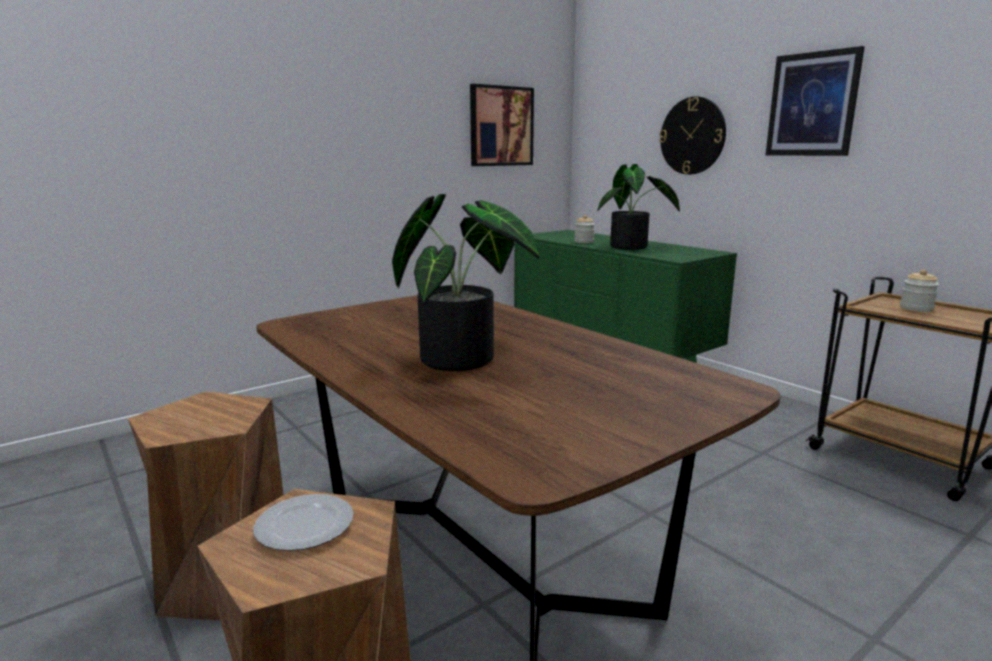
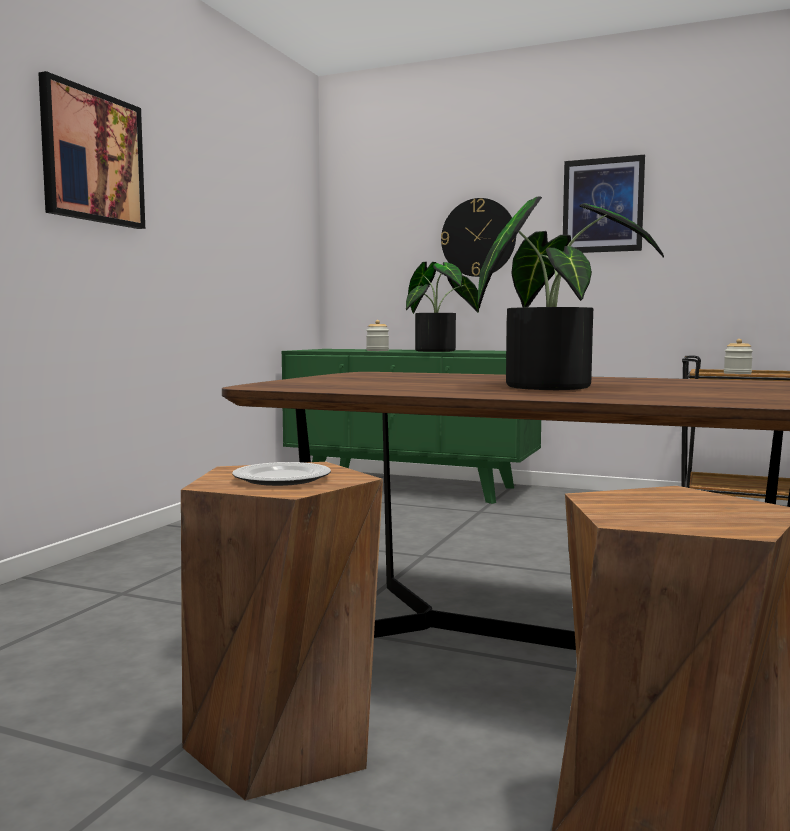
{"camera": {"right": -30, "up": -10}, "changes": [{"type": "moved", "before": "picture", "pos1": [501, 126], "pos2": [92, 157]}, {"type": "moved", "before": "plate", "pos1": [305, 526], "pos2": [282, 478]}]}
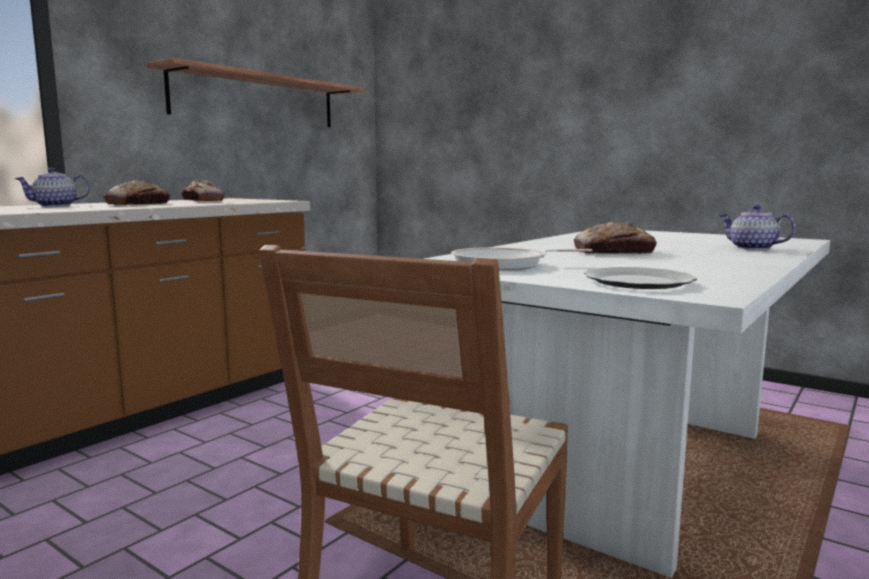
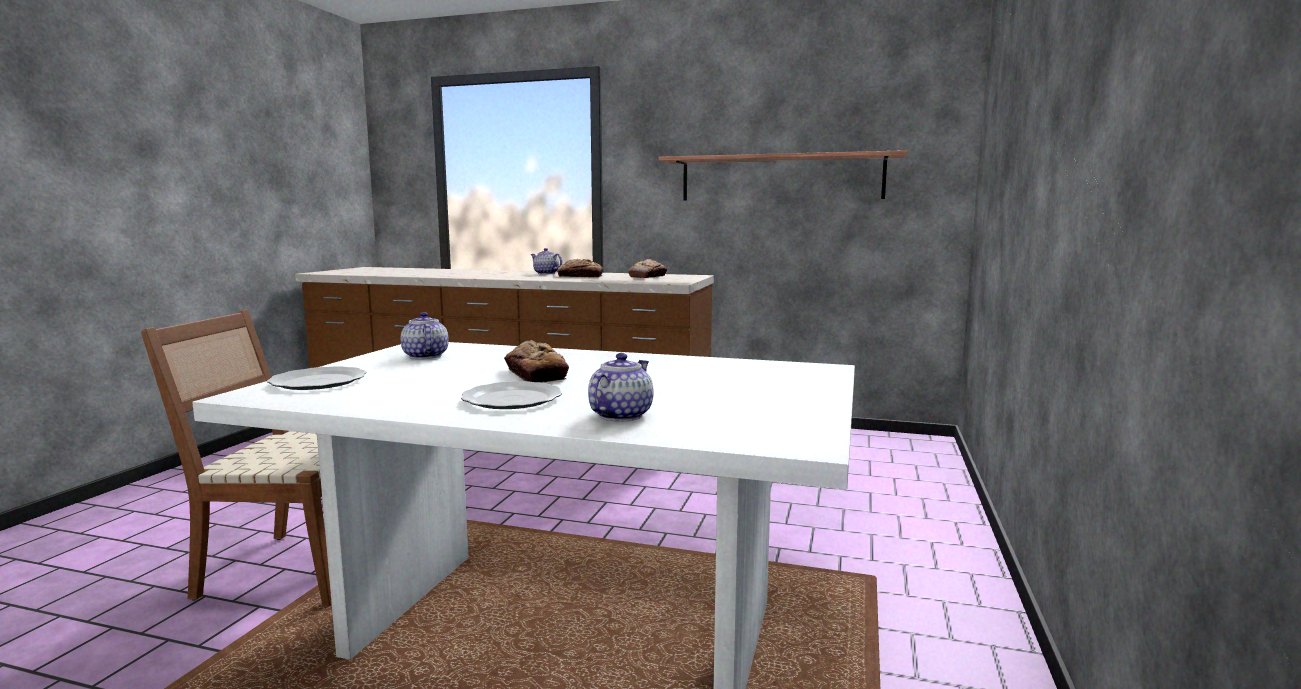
{"camera": {"right": 70, "up": 0}, "changes": [{"type": "replaced", "before": "frying pan", "after": "teapot", "pos1": [504, 264], "pos2": [424, 356]}, {"type": "added", "after": "plate", "pos2": [513, 399]}]}
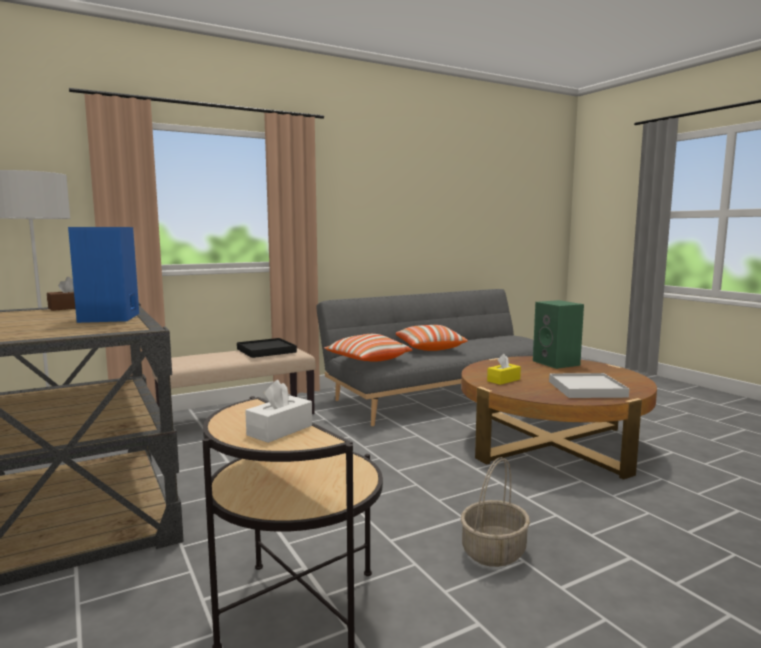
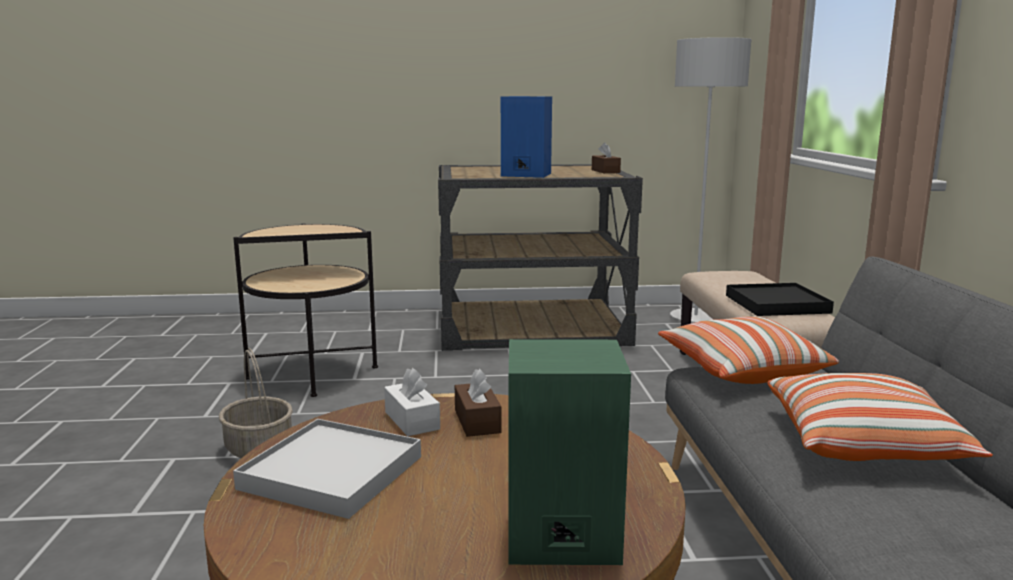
{"camera": {"right": 115, "up": 5}, "changes": [{"type": "moved", "before": "white tissue box", "pos1": [280, 430], "pos2": [412, 420]}, {"type": "recoloured", "before": "yellow tissue box", "after": "brown tissue box", "pos1": [503, 380], "pos2": [477, 421]}]}
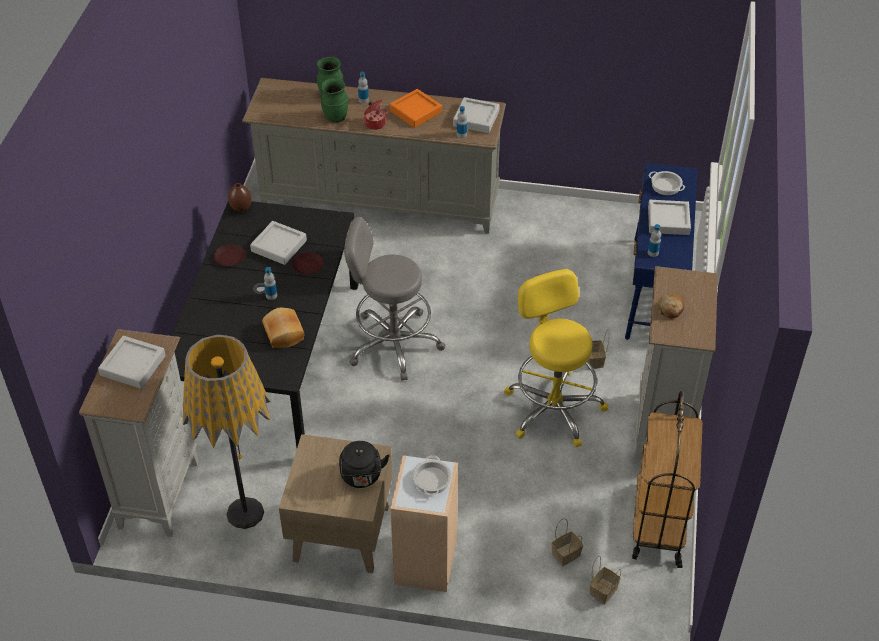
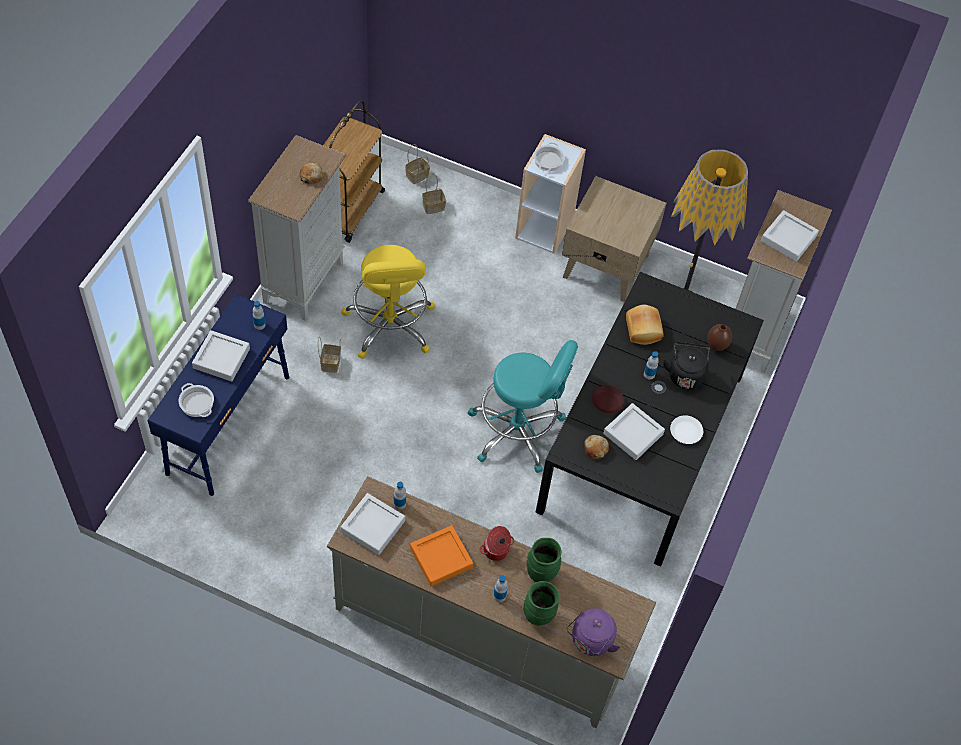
{"camera": {"right": -170, "up": 10}, "changes": [{"type": "recoloured", "before": "grey stool", "after": "turquoise stool", "pos1": [392, 343], "pos2": [518, 431]}, {"type": "added", "after": "purple kettle", "pos2": [590, 641]}, {"type": "added", "after": "bread", "pos2": [595, 449]}, {"type": "moved", "before": "black kettle", "pos1": [361, 477], "pos2": [685, 374]}, {"type": "recoloured", "before": "brown plate", "after": "white plate", "pos1": [229, 258], "pos2": [686, 431]}, {"type": "moved", "before": "brown vase", "pos1": [240, 208], "pos2": [717, 346]}]}
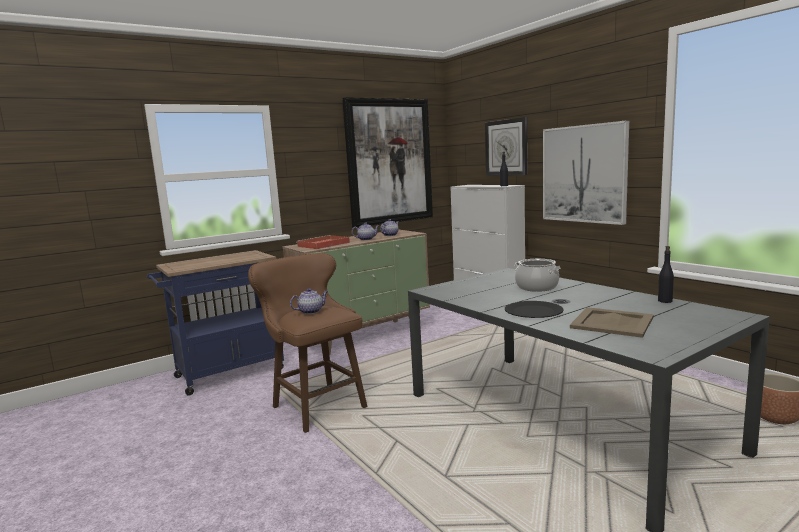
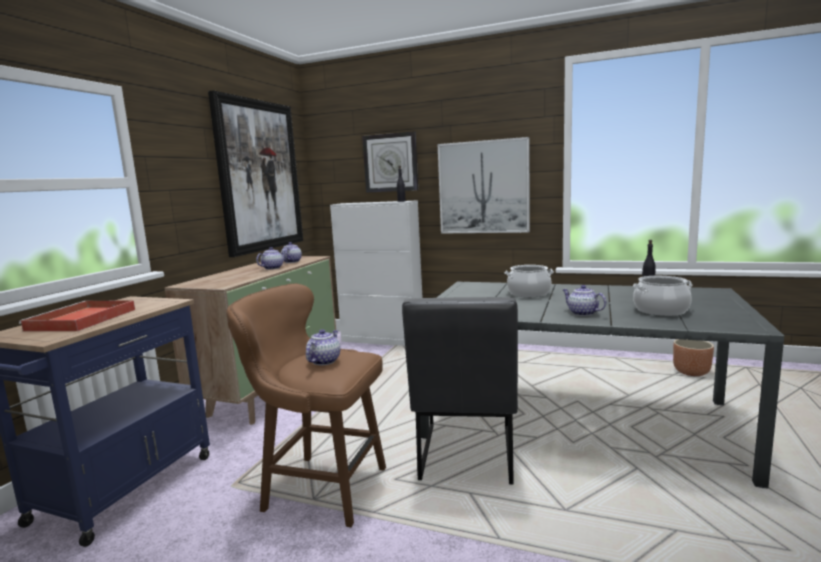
{"camera": {"right": -35, "up": 0}, "changes": [{"type": "moved", "before": "red tray", "pos1": [323, 244], "pos2": [81, 320]}, {"type": "added", "after": "grey chair", "pos2": [465, 454]}, {"type": "replaced", "before": "black plate", "after": "teapot", "pos1": [533, 311], "pos2": [582, 313]}, {"type": "replaced", "before": "beige tray", "after": "cooking pot", "pos1": [611, 322], "pos2": [661, 310]}]}
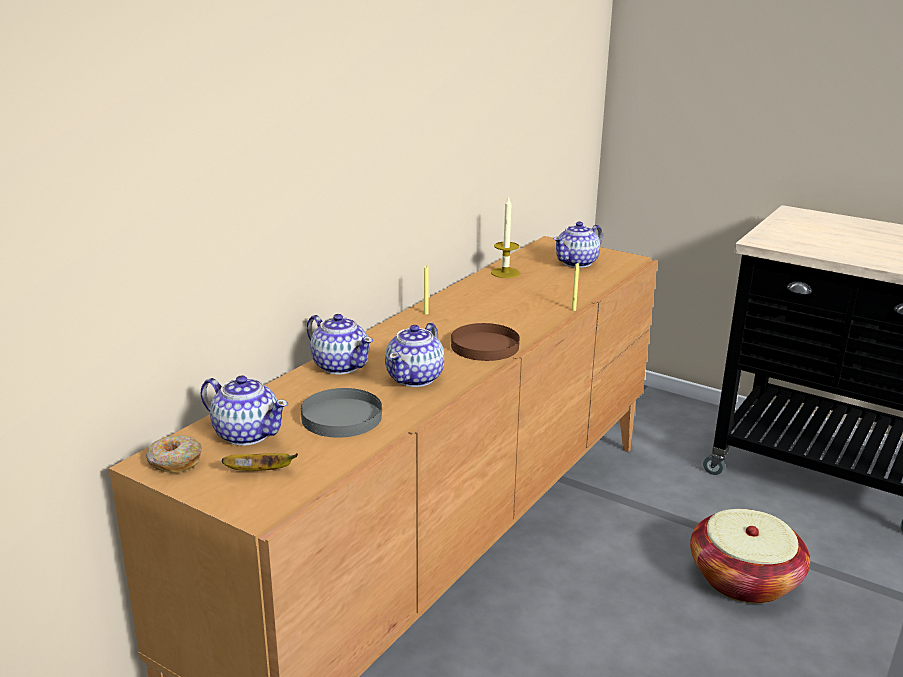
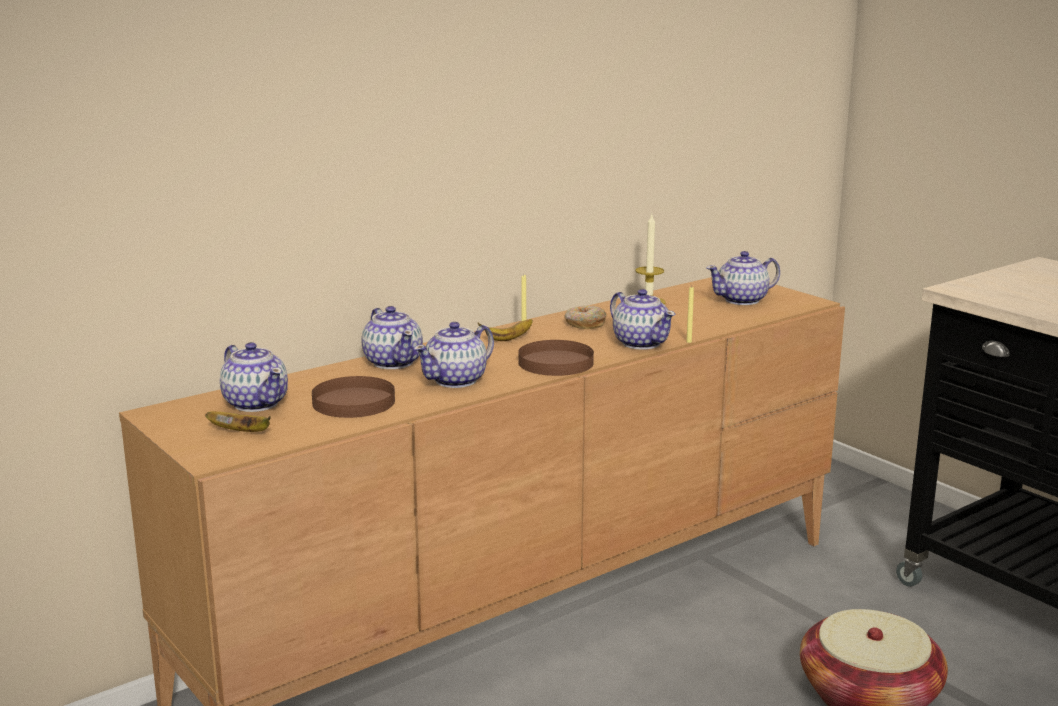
{"camera": {"right": 20, "up": -5}, "changes": [{"type": "recoloured", "before": "grey plate", "after": "brown plate", "pos1": [342, 417], "pos2": [354, 402]}, {"type": "added", "after": "banana", "pos2": [508, 339]}, {"type": "moved", "before": "donut", "pos1": [174, 462], "pos2": [584, 324]}, {"type": "added", "after": "teapot", "pos2": [641, 343]}]}
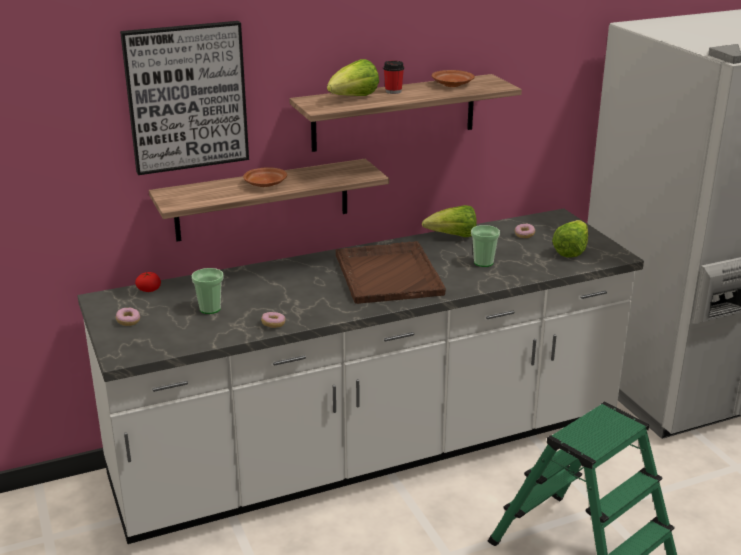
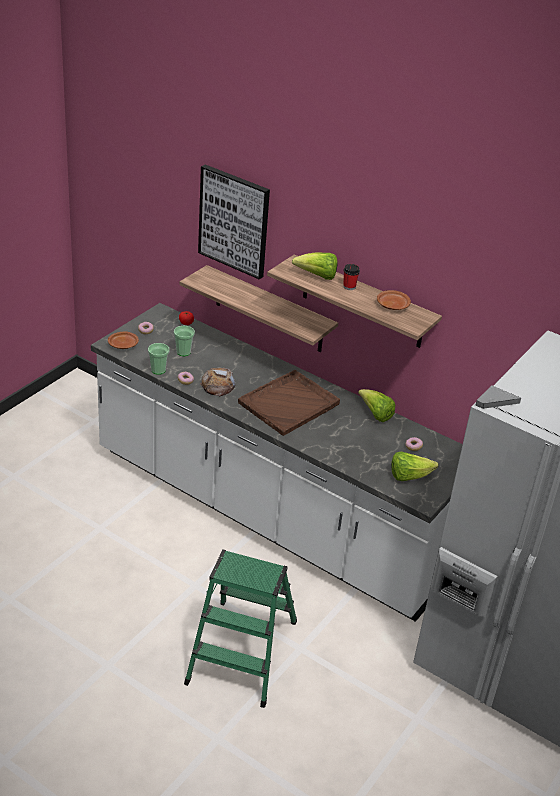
{"camera": {"right": 55, "up": 10}, "changes": [{"type": "moved", "before": "brown plate", "pos1": [265, 184], "pos2": [123, 345]}, {"type": "moved", "before": "cup", "pos1": [483, 262], "pos2": [158, 370]}, {"type": "added", "after": "bread", "pos2": [218, 385]}]}
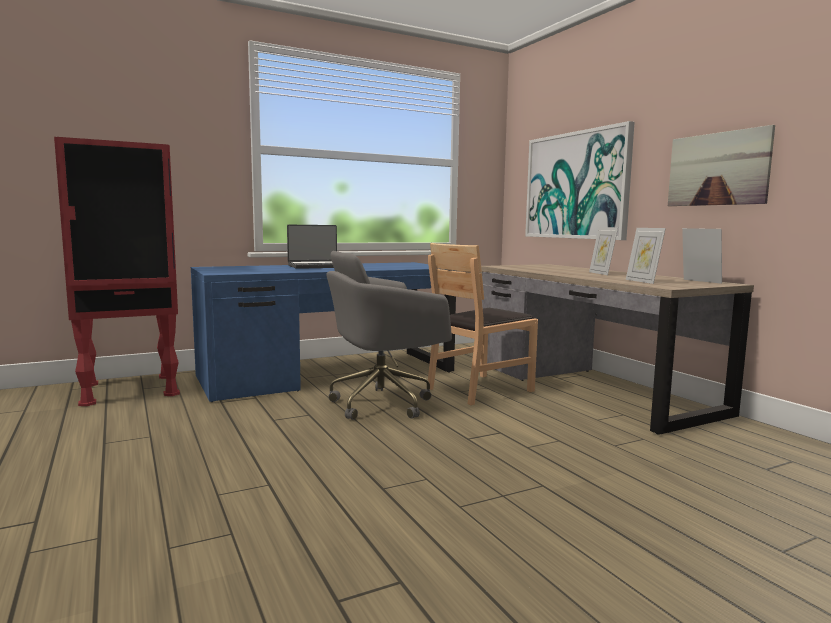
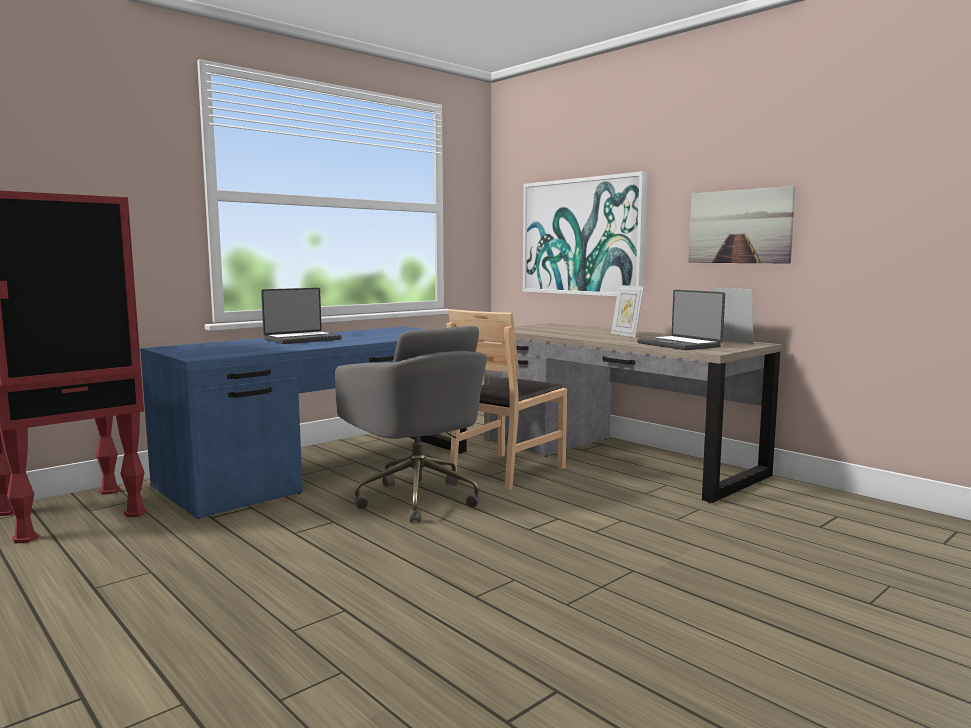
{"camera": {"right": -15, "up": 0}, "changes": [{"type": "turned", "before": "grey office chair", "pos1": [385, 404], "pos2": [414, 499], "turn": -90}, {"type": "replaced", "before": "picture frame", "after": "laptop", "pos1": [642, 281], "pos2": [680, 345]}]}
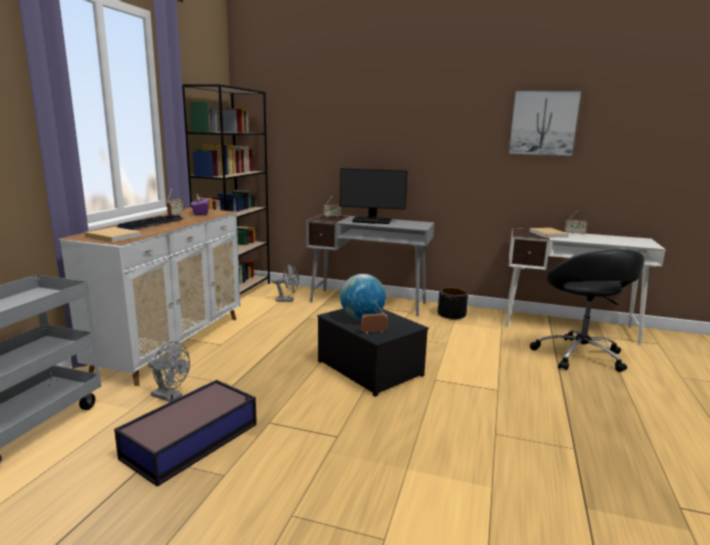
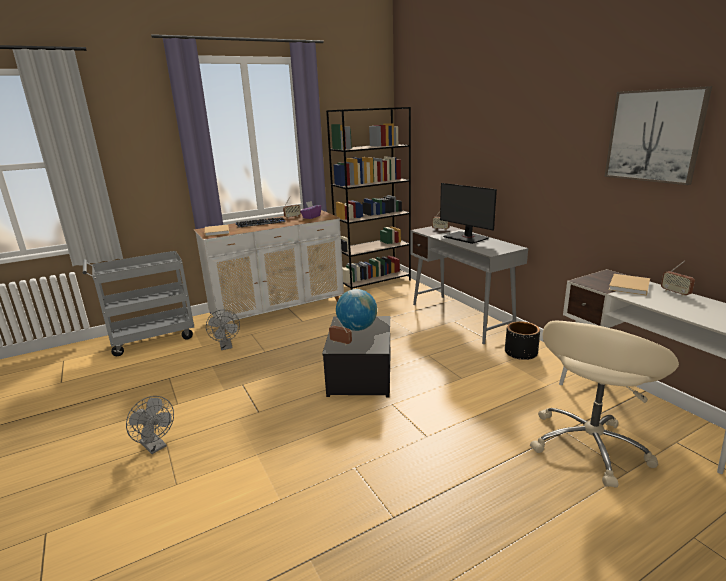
{"camera": {"right": 45, "up": 5}, "changes": [{"type": "moved", "before": "grey fan", "pos1": [288, 300], "pos2": [156, 447]}, {"type": "recoloured", "before": "black office chair", "after": "beige office chair", "pos1": [580, 356], "pos2": [587, 448]}, {"type": "removed", "before": "storage box", "pos1": [193, 440]}]}
